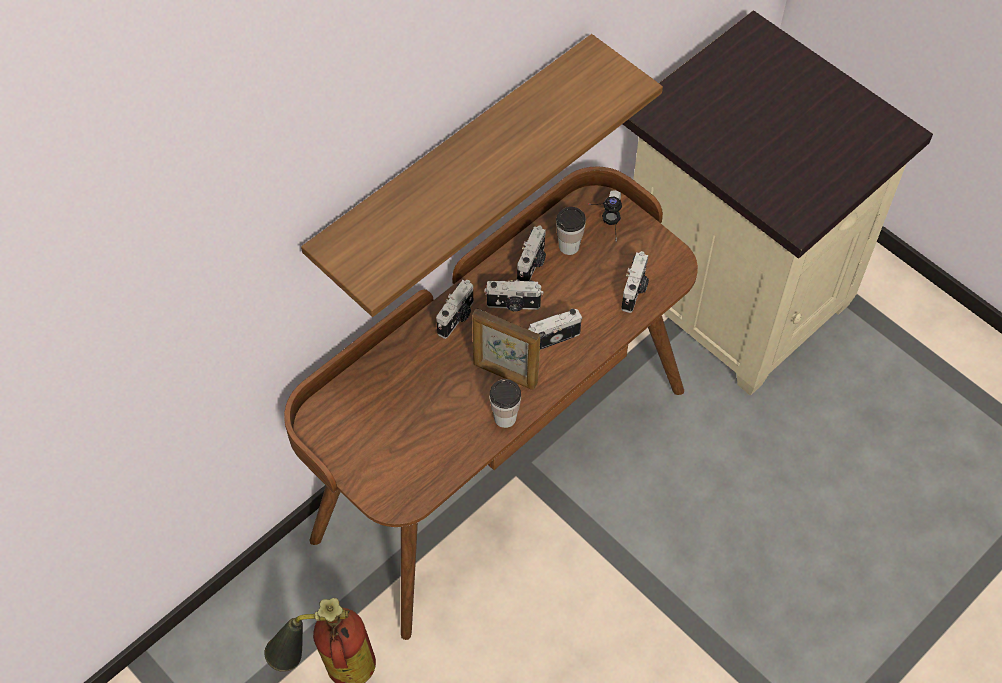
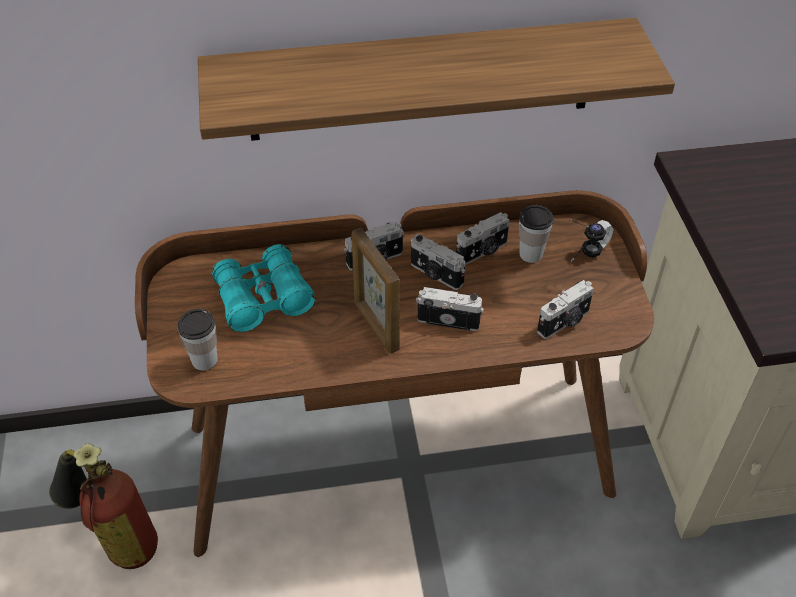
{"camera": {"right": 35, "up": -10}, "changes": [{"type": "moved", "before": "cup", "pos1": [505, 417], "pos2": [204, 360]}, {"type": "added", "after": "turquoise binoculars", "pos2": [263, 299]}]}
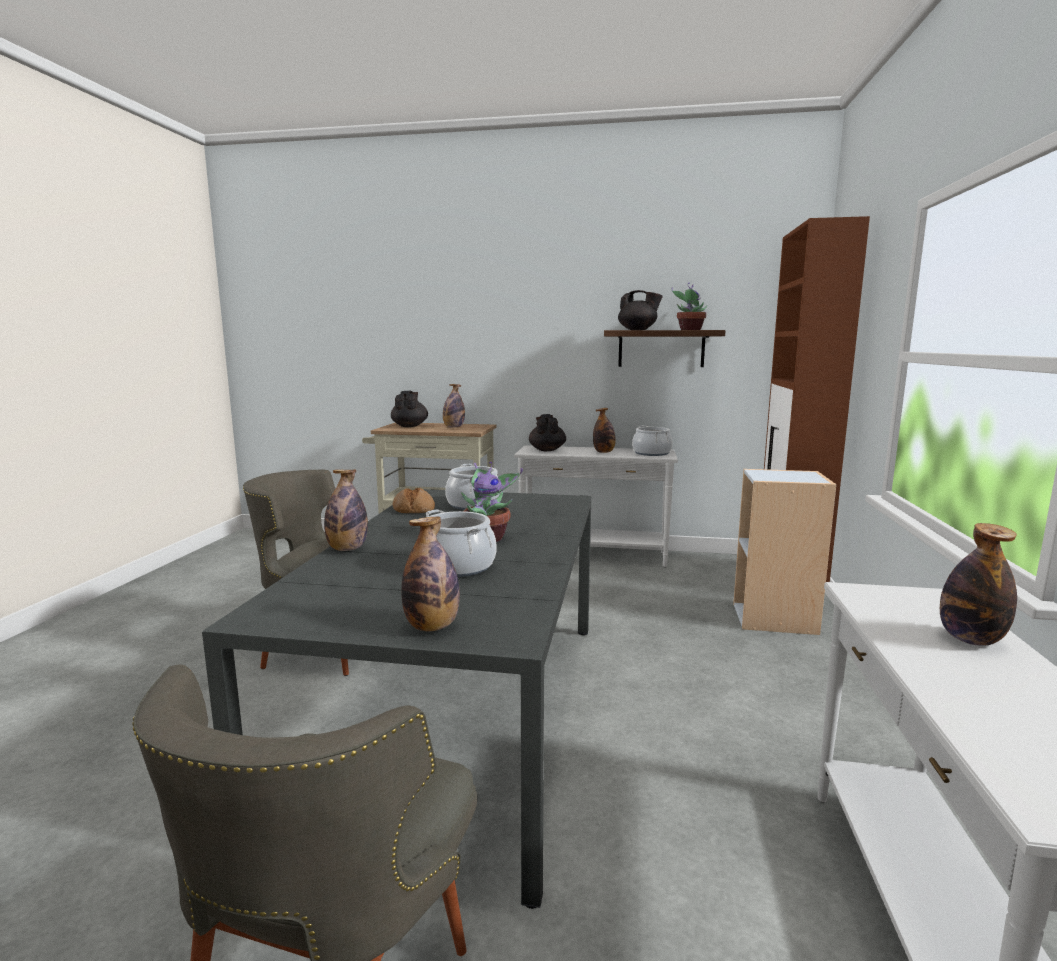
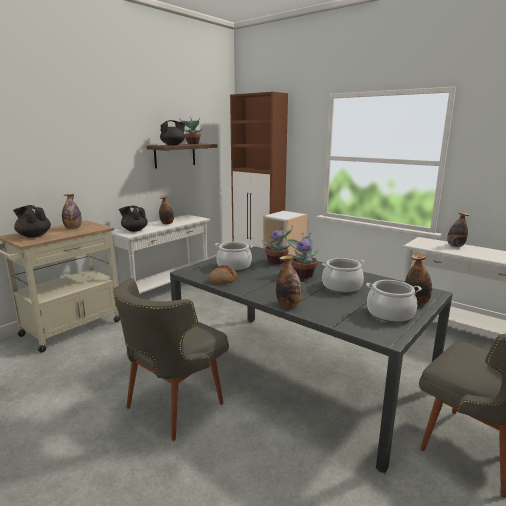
{"camera": {"right": -60, "up": 5}, "changes": [{"type": "added", "after": "potted plant", "pos2": [277, 262]}, {"type": "moved", "before": "cooking pot", "pos1": [651, 453], "pos2": [390, 314]}]}
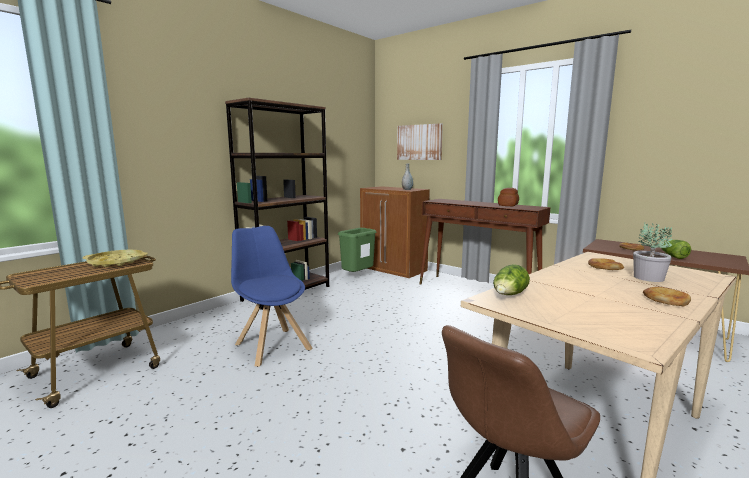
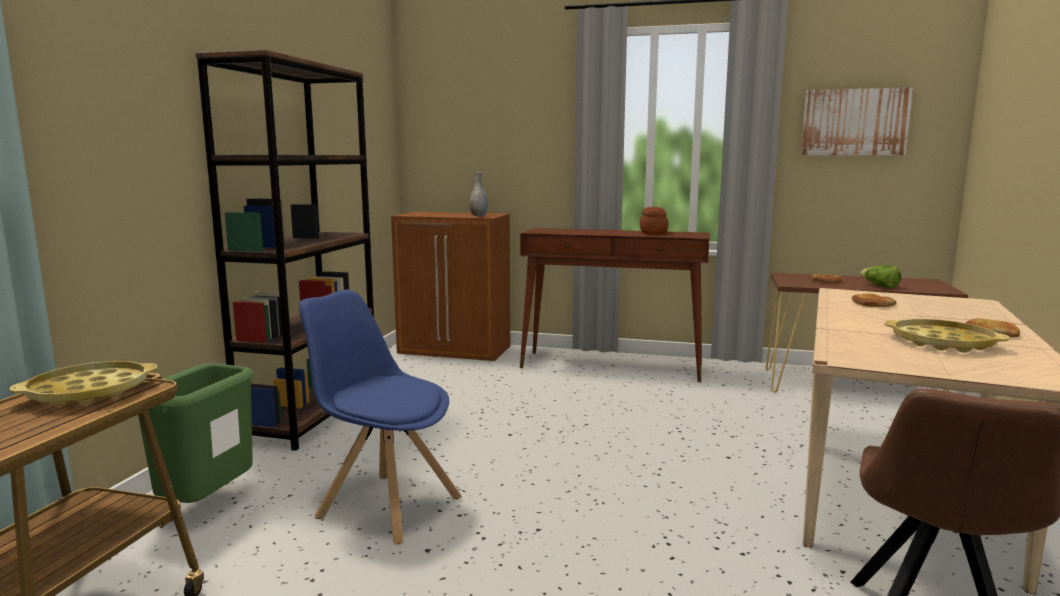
{"camera": {"right": -25, "up": 0}, "changes": [{"type": "moved", "before": "green trash can", "pos1": [357, 276], "pos2": [207, 506]}, {"type": "moved", "before": "picture", "pos1": [419, 142], "pos2": [854, 122]}, {"type": "added", "after": "yellow tray", "pos2": [942, 342]}, {"type": "removed", "before": "lettuce", "pos1": [509, 295]}, {"type": "removed", "before": "potted plant", "pos1": [648, 278]}]}
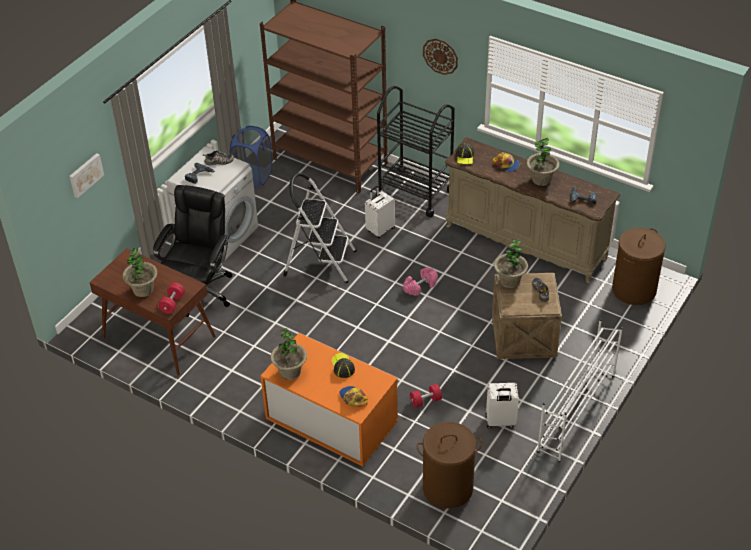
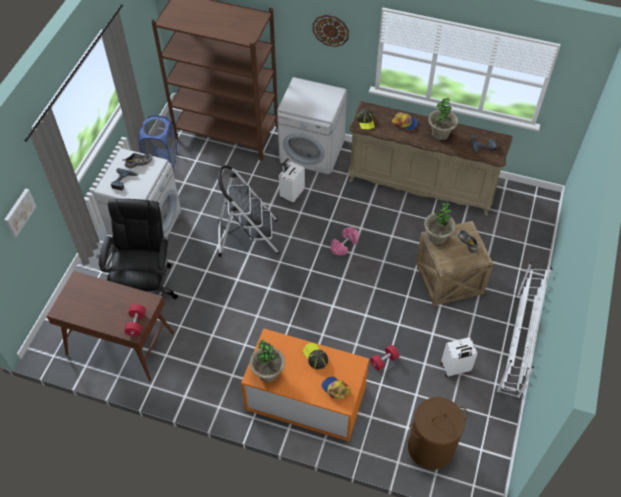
{"camera": {"right": -15, "up": 10}, "changes": [{"type": "replaced", "before": "black cart", "after": "white washing machine", "pos1": [415, 192], "pos2": [312, 152]}, {"type": "removed", "before": "potted plant", "pos1": [143, 290]}, {"type": "removed", "before": "brown laundry basket", "pos1": [633, 289]}]}
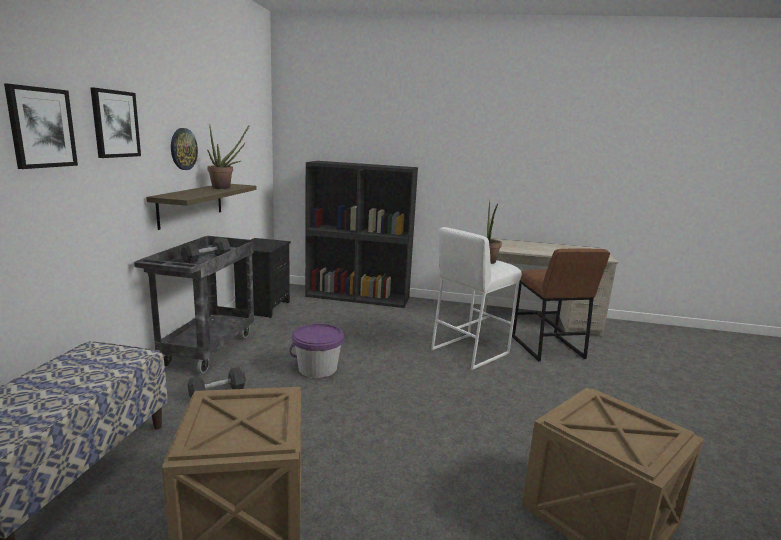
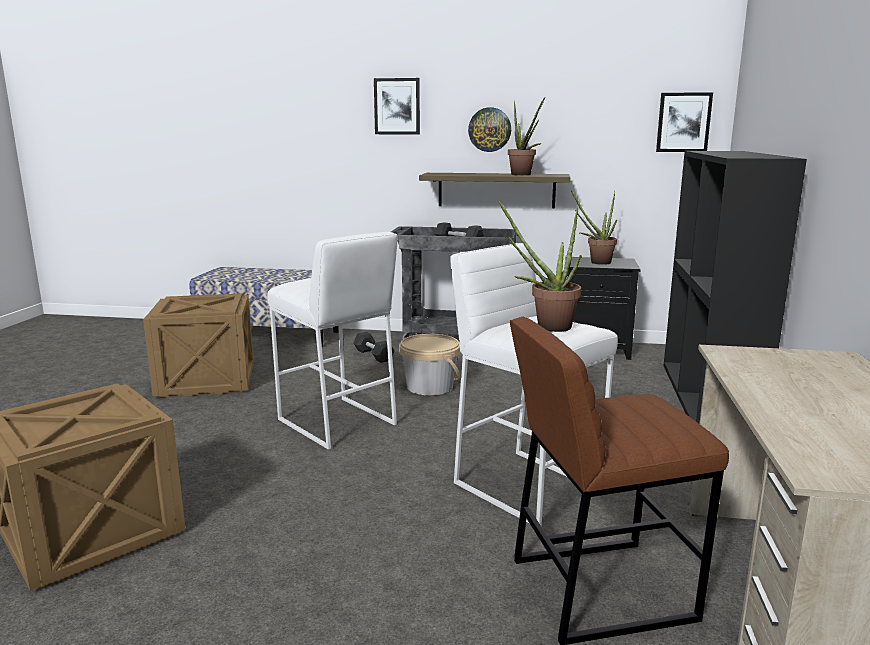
{"camera": {"right": 90, "up": 0}, "changes": [{"type": "added", "after": "white stool", "pos2": [337, 422]}, {"type": "recoloured", "before": "purple bucket", "after": "beige bucket", "pos1": [317, 368], "pos2": [430, 387]}, {"type": "added", "after": "potted plant", "pos2": [596, 262]}, {"type": "moved", "before": "picture", "pos1": [41, 127], "pos2": [683, 122]}]}
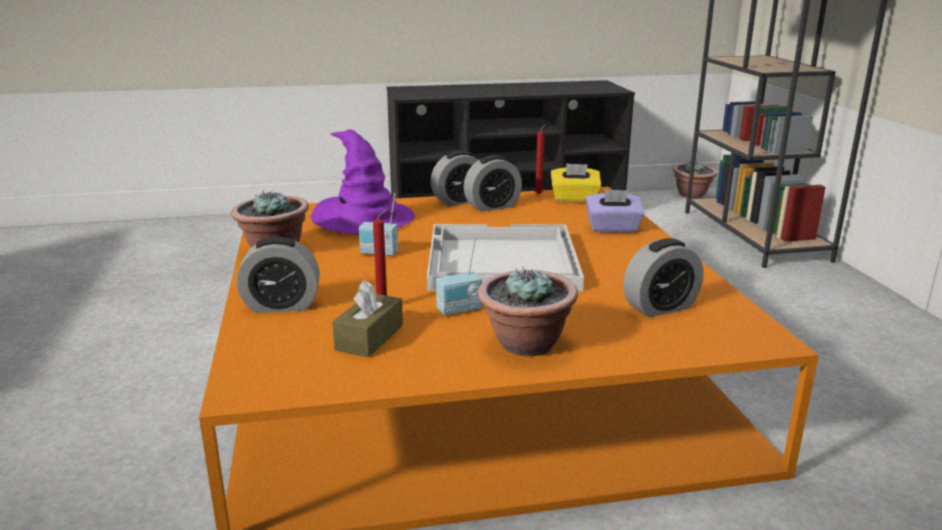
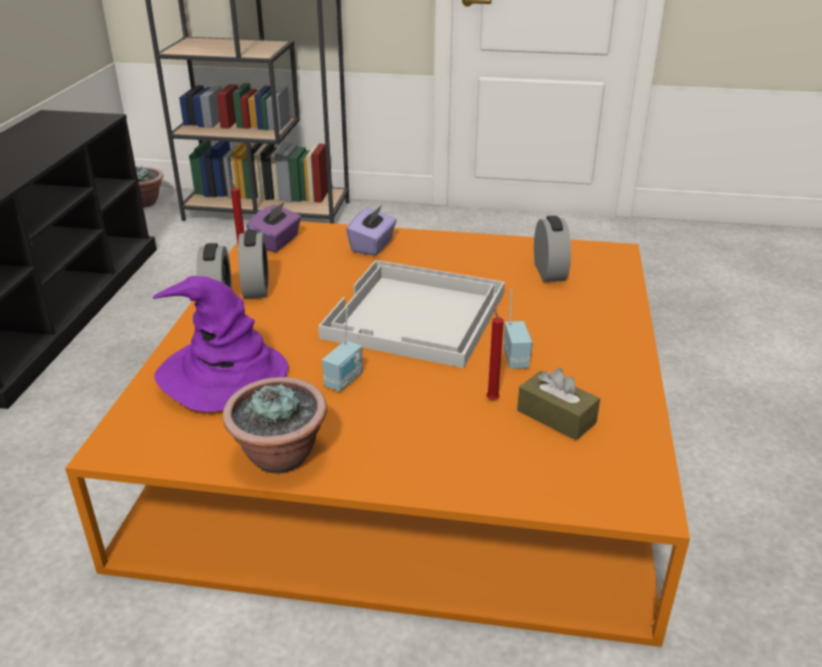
{"camera": {"right": -70, "up": 10}, "changes": [{"type": "recoloured", "before": "yellow tissue box", "after": "purple tissue box", "pos1": [574, 199], "pos2": [276, 242]}, {"type": "removed", "before": "alarm clock", "pos1": [281, 305]}, {"type": "removed", "before": "potted plant", "pos1": [525, 344]}]}
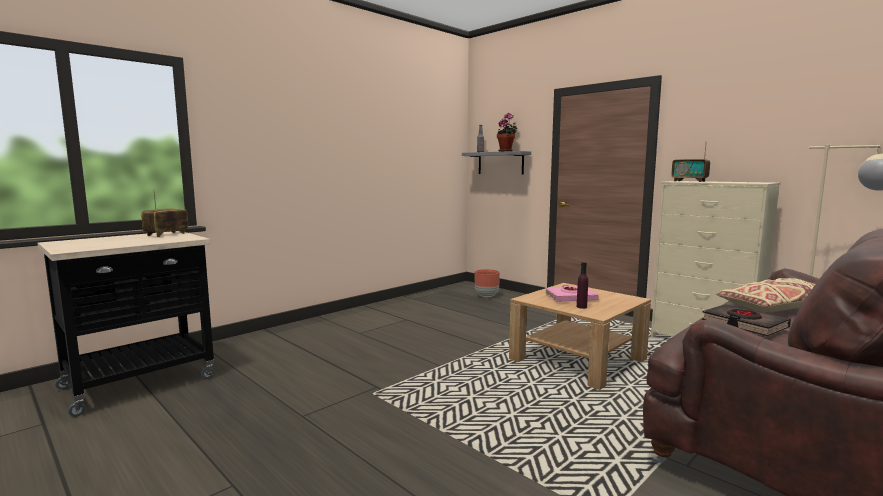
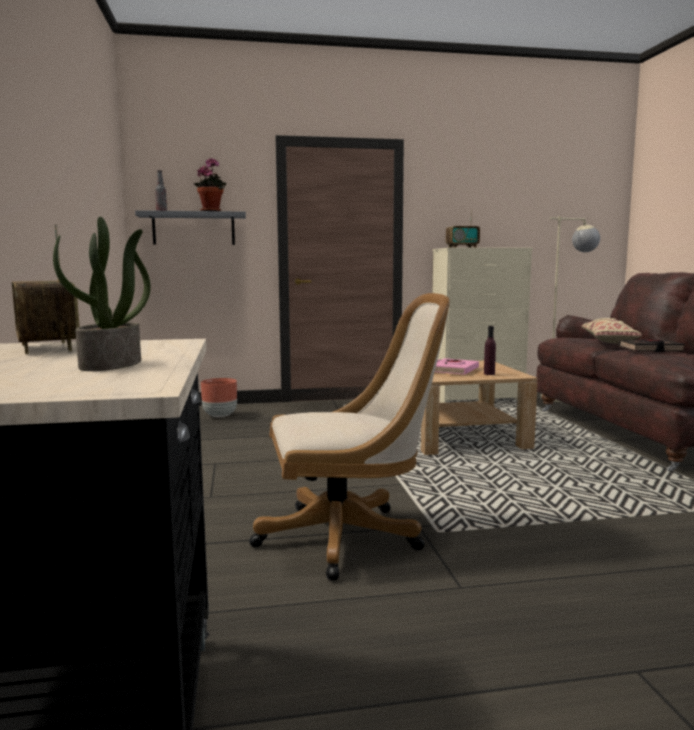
{"camera": {"right": -55, "up": 0}, "changes": [{"type": "added", "after": "potted plant", "pos2": [111, 365]}, {"type": "added", "after": "office chair", "pos2": [350, 536]}]}
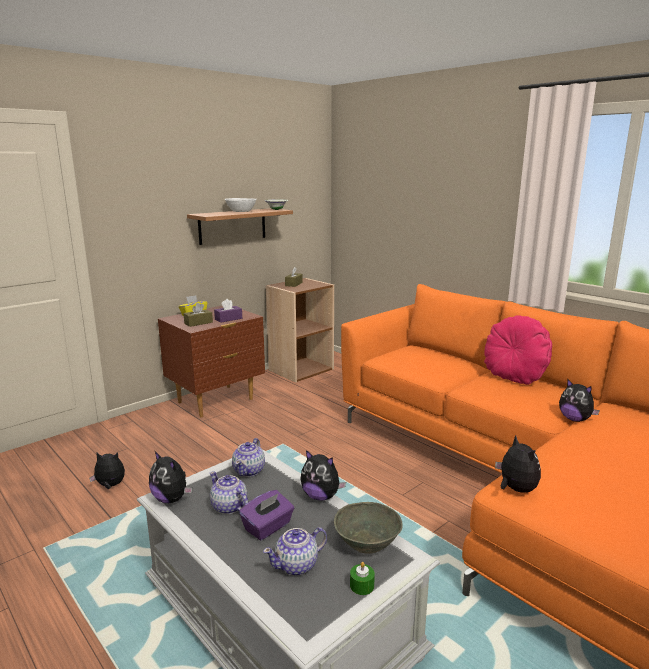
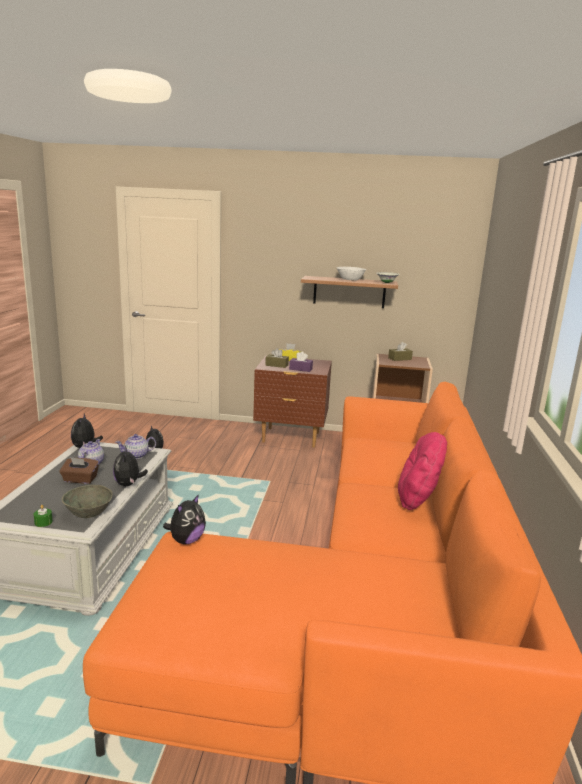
{"camera": {"right": 50, "up": 0}, "changes": [{"type": "recoloured", "before": "purple tissue box", "after": "brown tissue box", "pos1": [268, 527], "pos2": [80, 480]}, {"type": "removed", "before": "teapot", "pos1": [297, 565]}, {"type": "removed", "before": "plush toy", "pos1": [575, 419]}]}
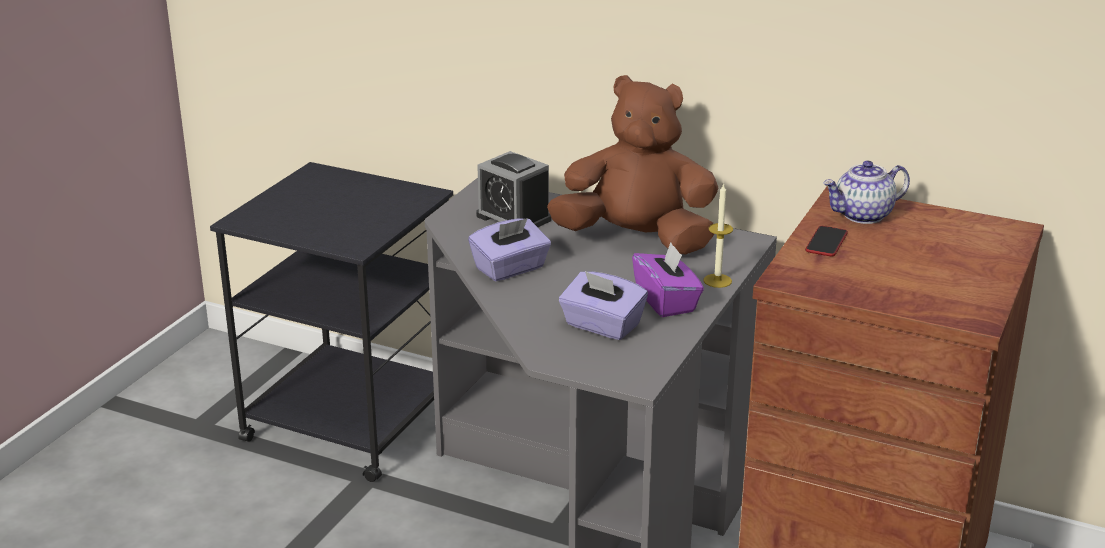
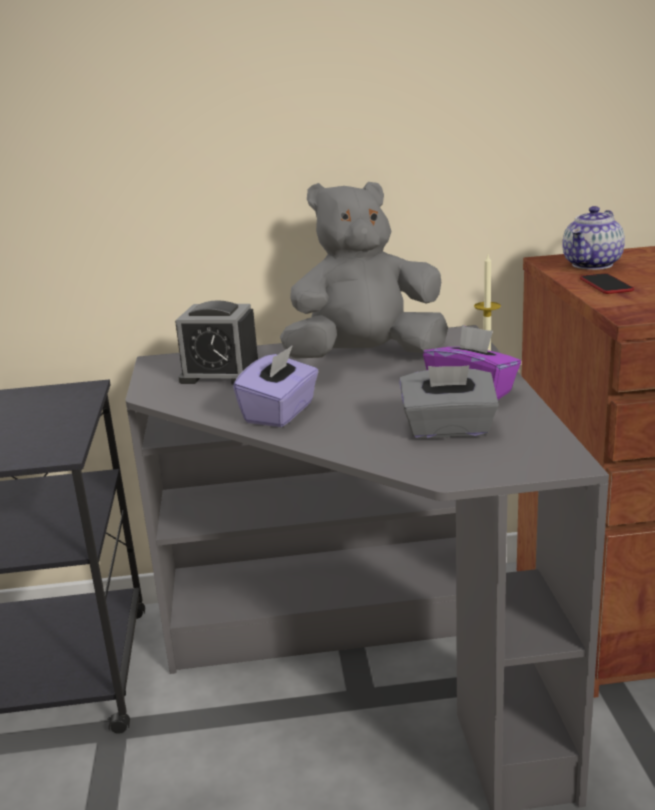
{"camera": {"right": -30, "up": -5}, "changes": [{"type": "recoloured", "before": "brown plush toy", "after": "grey plush toy", "pos1": [636, 240], "pos2": [365, 358]}, {"type": "recoloured", "before": "purple tissue box", "after": "grey tissue box", "pos1": [602, 326], "pos2": [448, 429]}]}
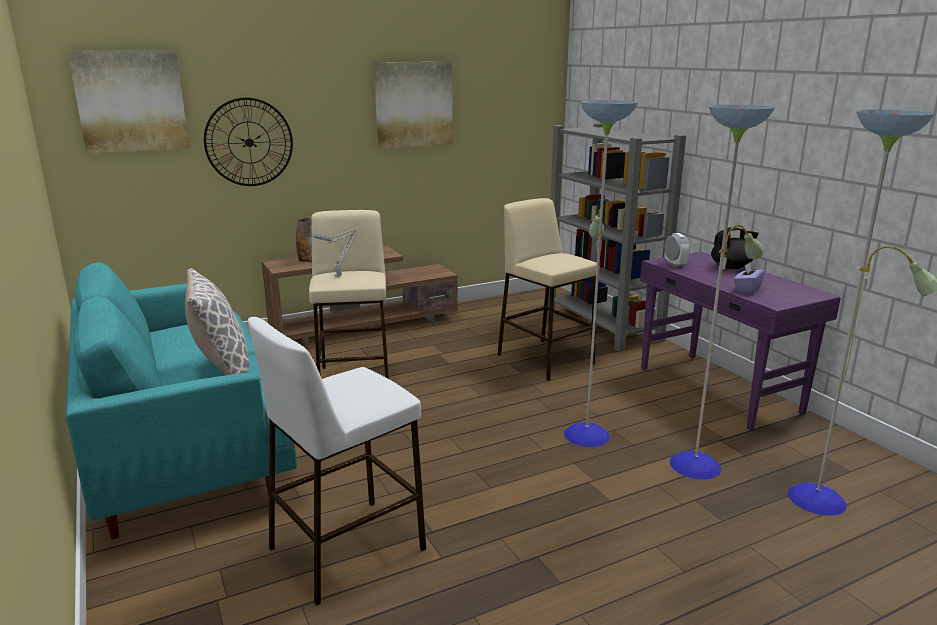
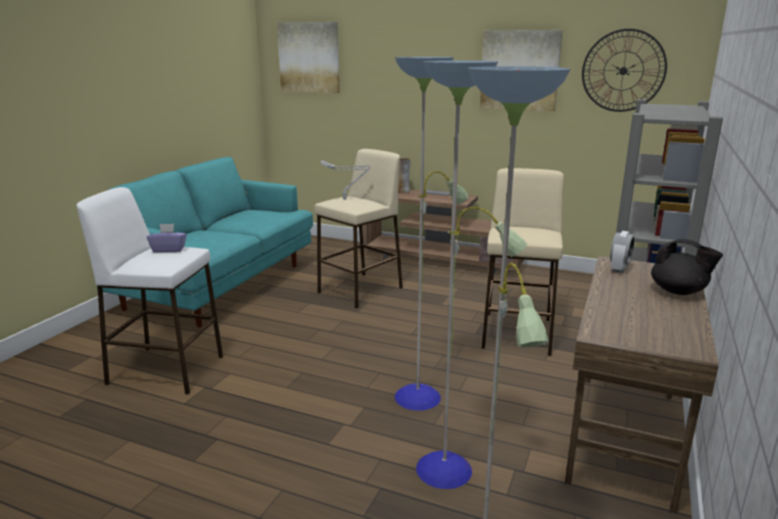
{"camera": {"right": 50, "up": 0}, "changes": [{"type": "moved", "before": "purple tissue box", "pos1": [747, 289], "pos2": [169, 249]}, {"type": "recoloured", "before": "purple console table", "after": "brown console table", "pos1": [719, 390], "pos2": [624, 436]}, {"type": "moved", "before": "wall clock", "pos1": [249, 142], "pos2": [623, 71]}, {"type": "removed", "before": "pillow", "pos1": [222, 369]}]}
